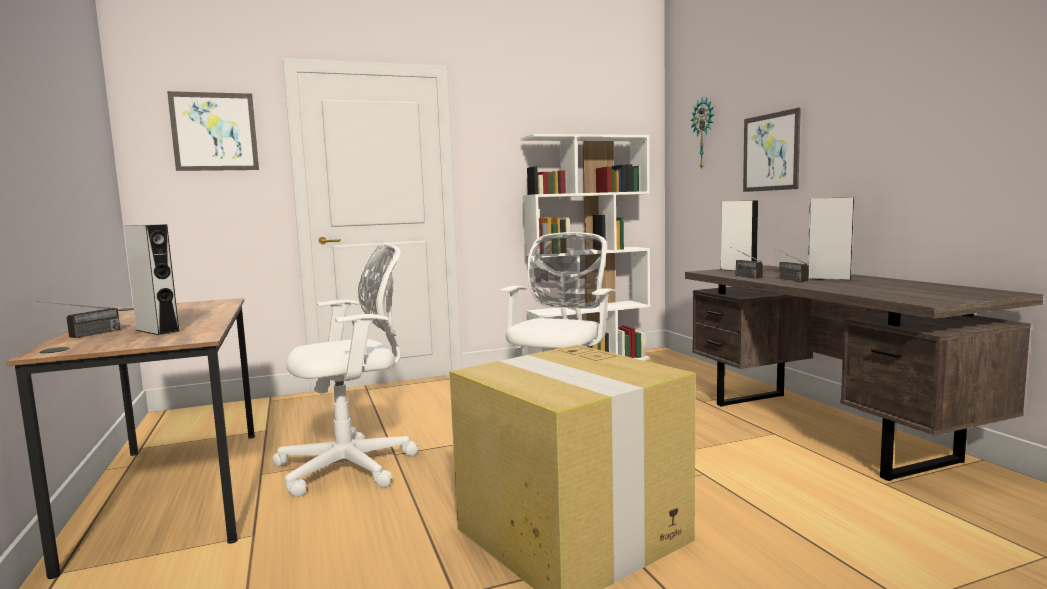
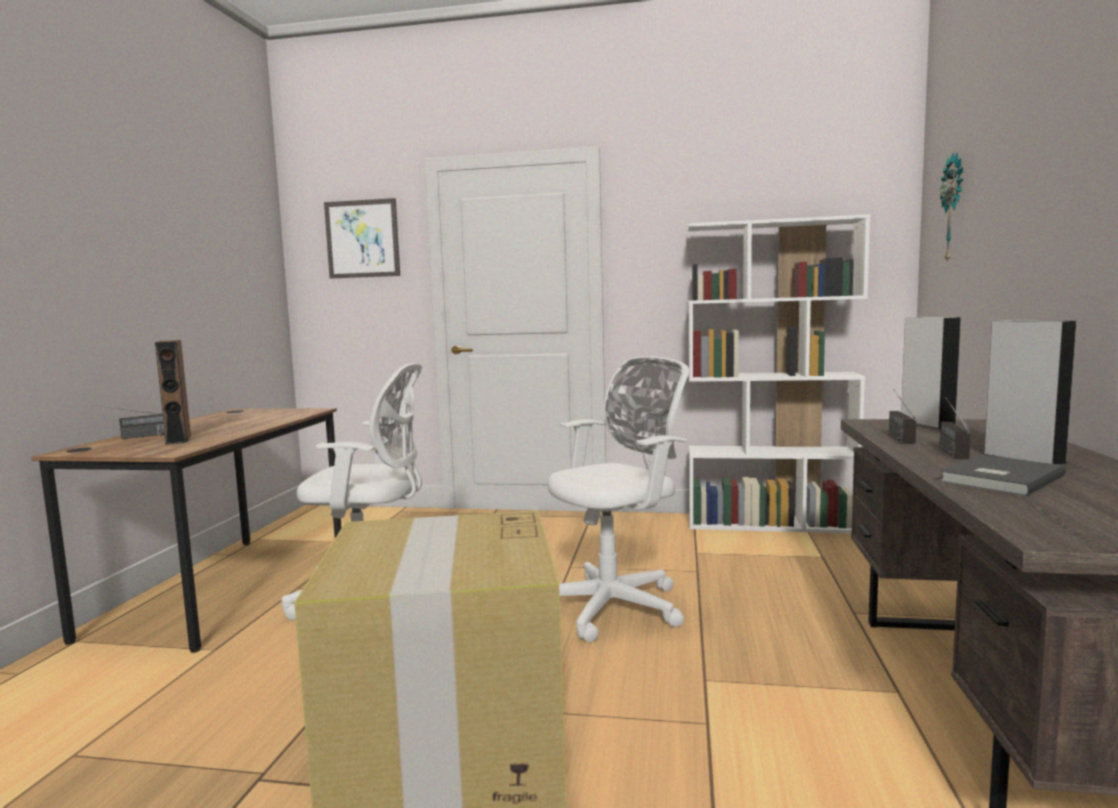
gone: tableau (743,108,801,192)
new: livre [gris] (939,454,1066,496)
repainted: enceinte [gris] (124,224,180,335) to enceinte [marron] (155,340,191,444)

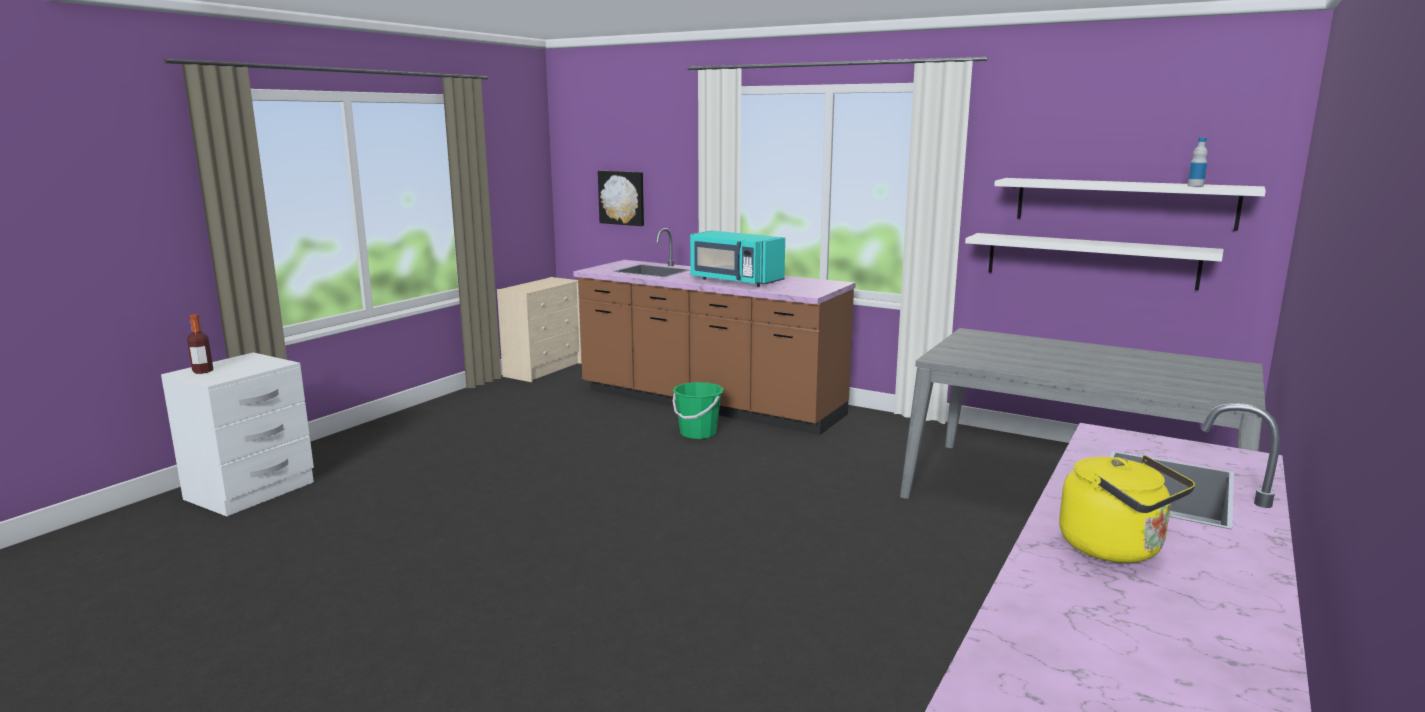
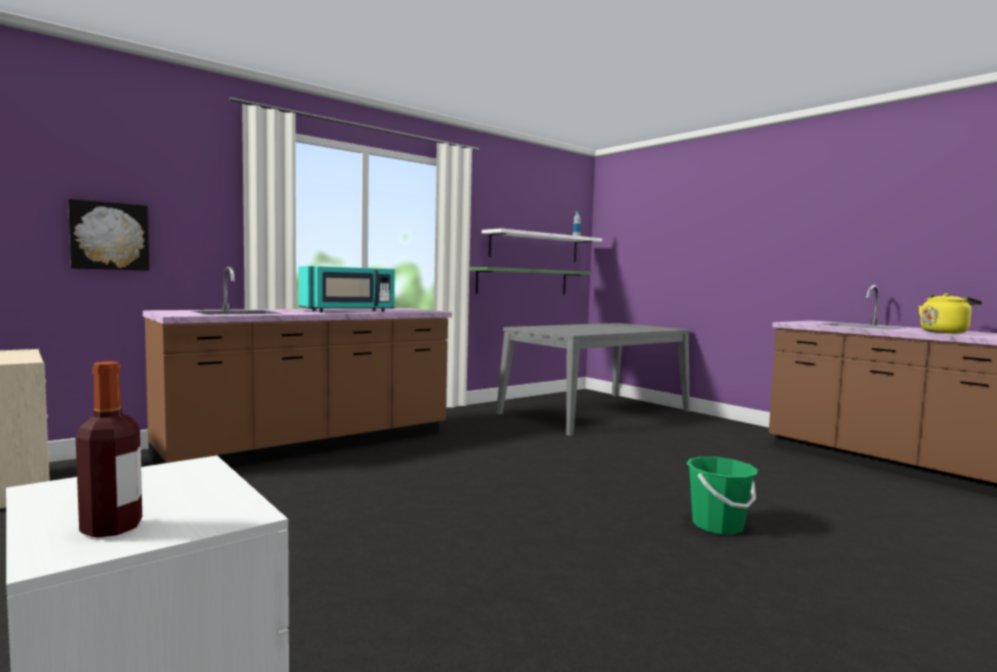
shifted: seau [vert] (673,382,724,439) to (686,457,758,535)
repainted: étagère [blanc] (965,233,1224,290) to étagère [vert] (469,267,591,294)

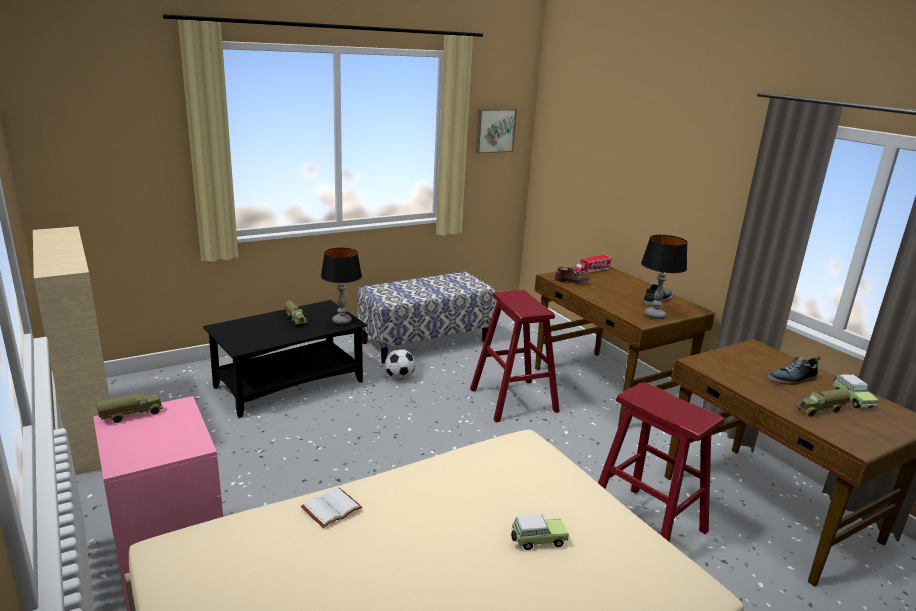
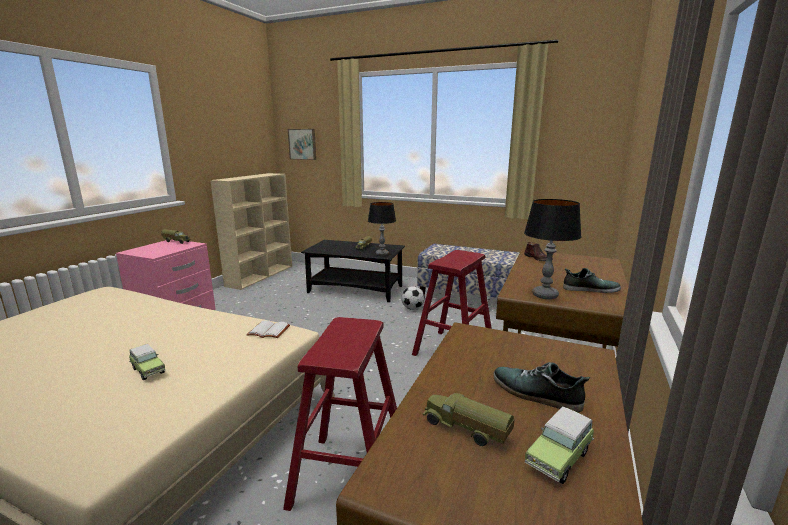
gone: camion jouet (572,255,611,275)
shifted: livre [blanc] (301,487,362,528) to (246,320,290,338); tableau (476,109,517,153) to (288,129,316,160)

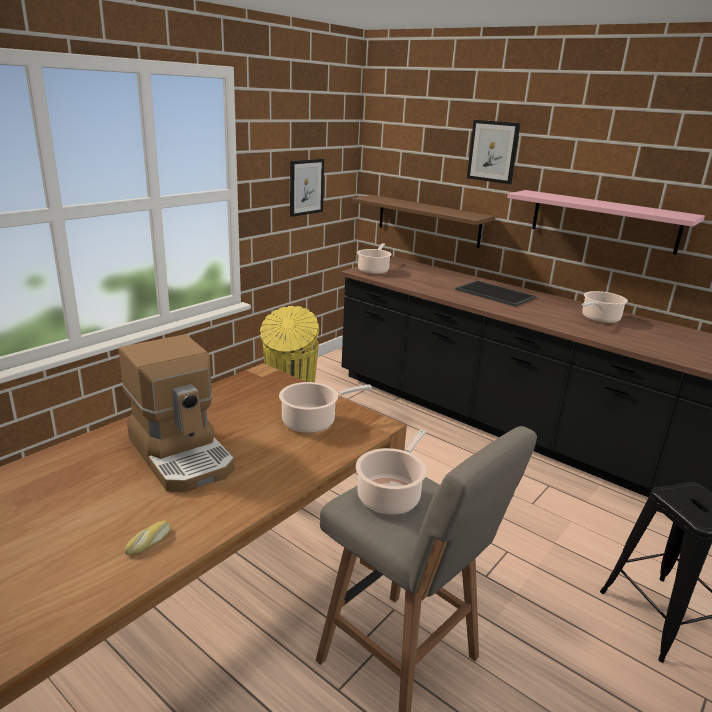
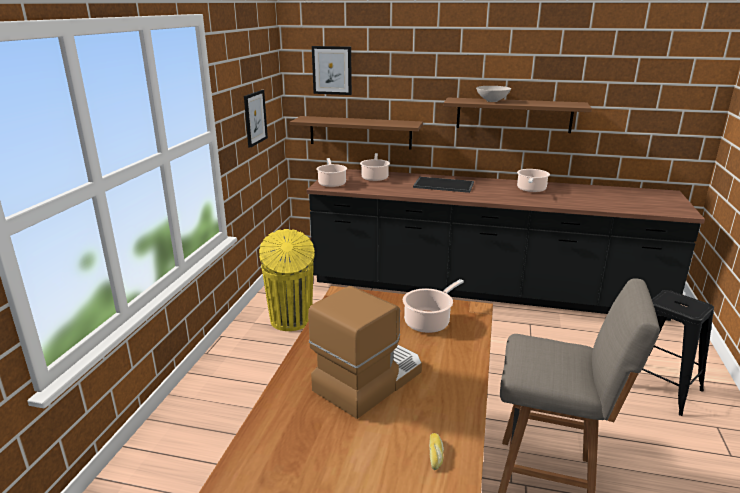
new: bol [blanc] (476,86,511,102)
shifted: marmite (356,429,427,515) to (360,153,390,181); tableau (467,120,520,184) to (312,46,352,95)
repainted: étagère [rose] (507,190,705,255) to étagère [marron] (444,97,592,133)
rotated: machine à café (119,334,235,492) = (308,286,422,419) 75 degrees counterclockwise

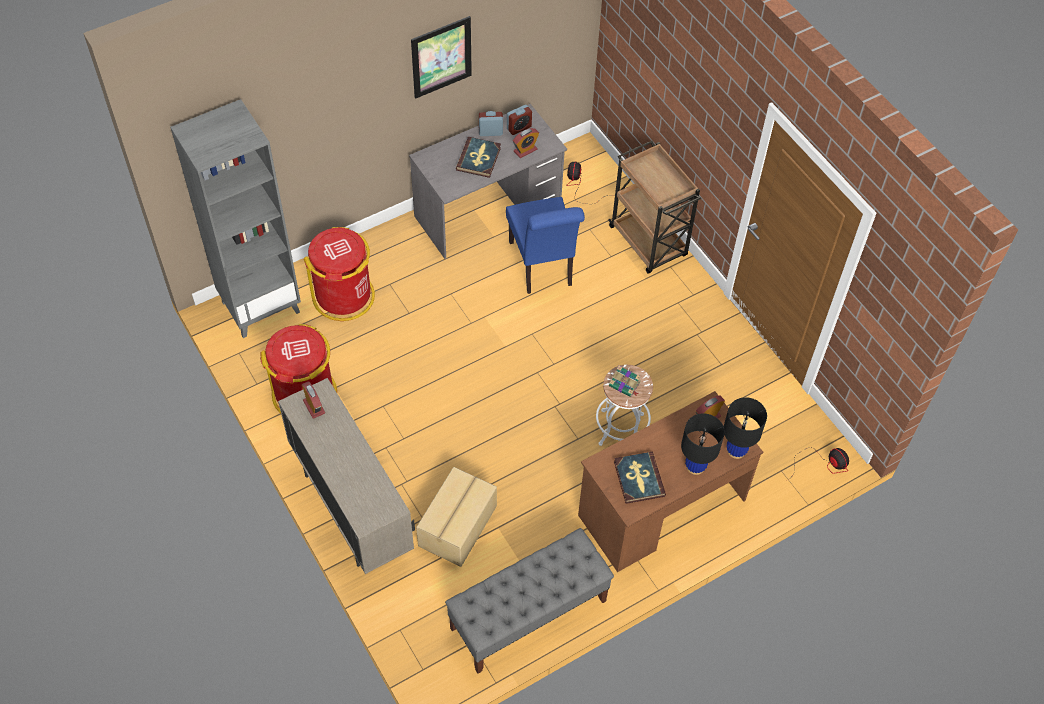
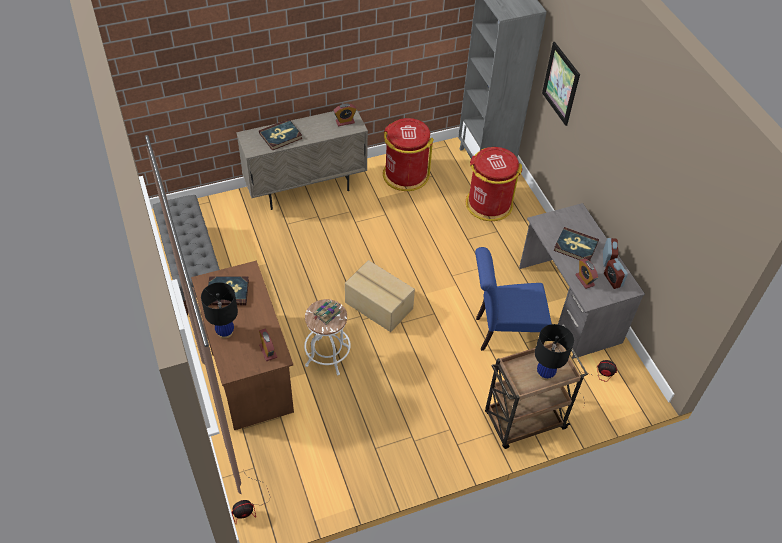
new: livre (259,119,302,151)
shifted: tableau (411,16,472,99) to (542,42,580,126); carton (416,467,497,567) to (345,260,415,332); lampe de table [noir] (724,397,767,459) to (535,324,574,380)

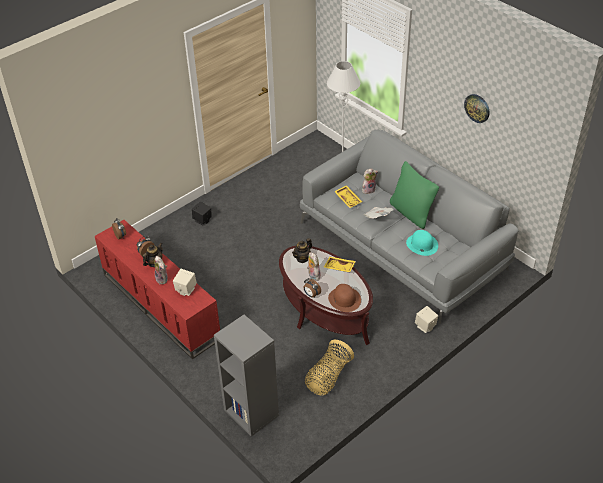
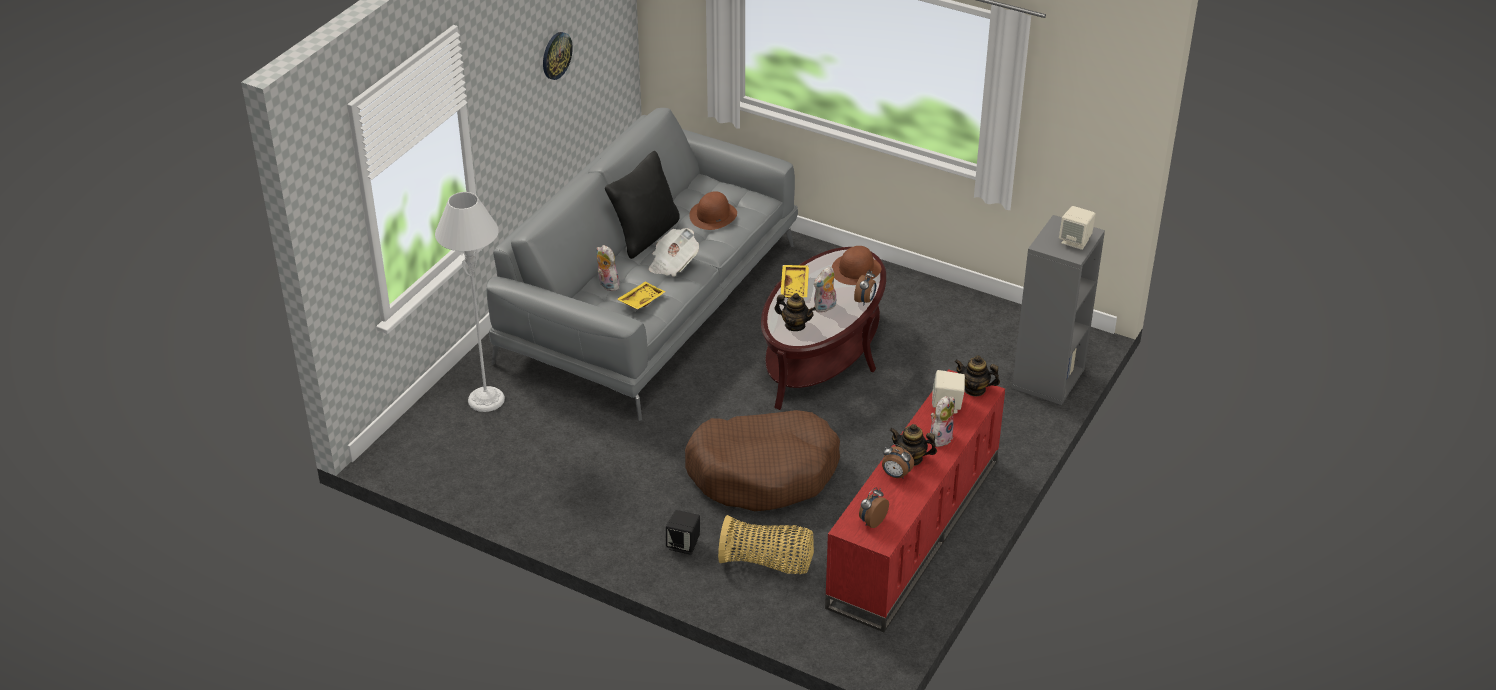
new: panier pour chien [marron] (685,410,840,511); théière (954,355,1000,396)
shifted: panier (305,340,354,396) to (718,515,814,574); enceinte [beige] (415,306,438,333) to (1059,206,1096,250)
repainted: coussin [vert] (390,161,439,229) to coussin [noir] (605,151,680,259); chapeau [turquoise] (406,230,438,256) to chapeau [marron] (689,191,737,230)

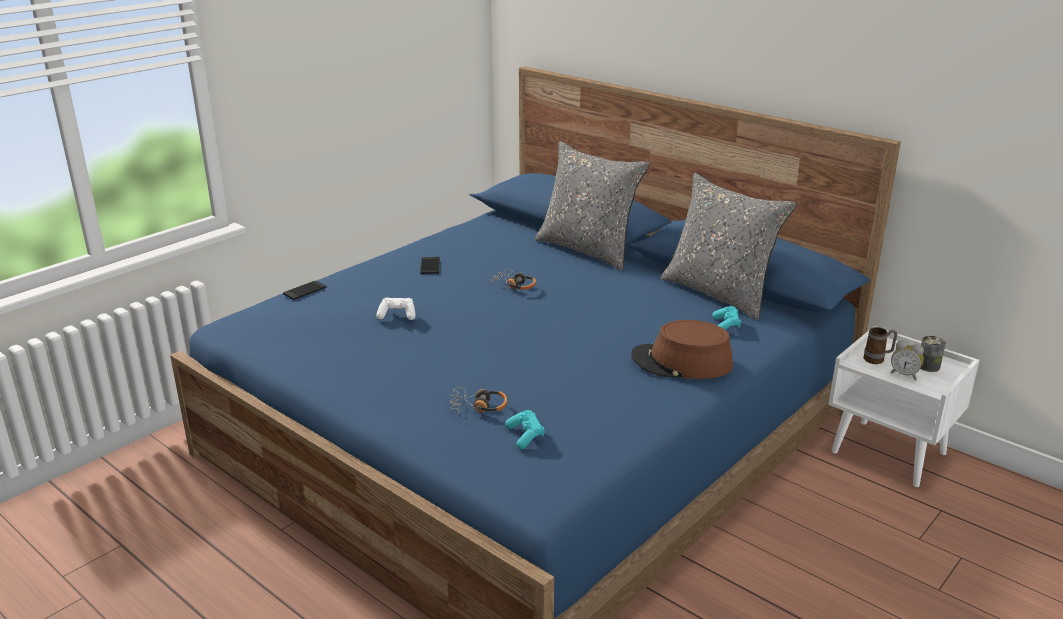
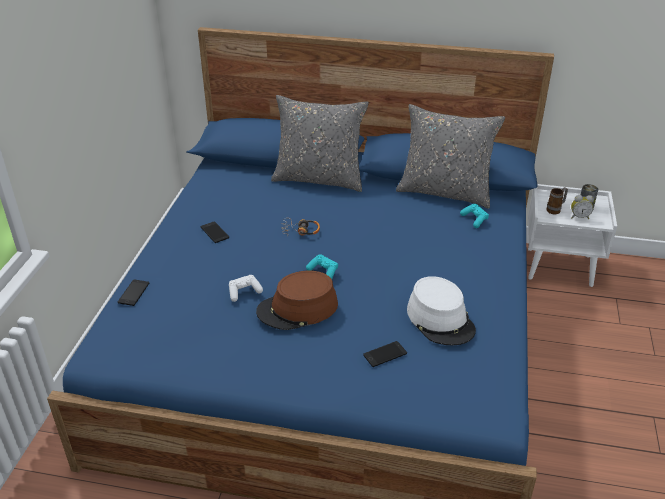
new: chapeau [blanc] (407,276,476,345)
shifted: manette [turquoise] (505,410,545,449) to (306,254,338,279); chapeau [marron] (631,320,733,379) to (256,271,338,330)
swapped: casque audio (450,387,507,414) to téléphone (363,341,407,367)

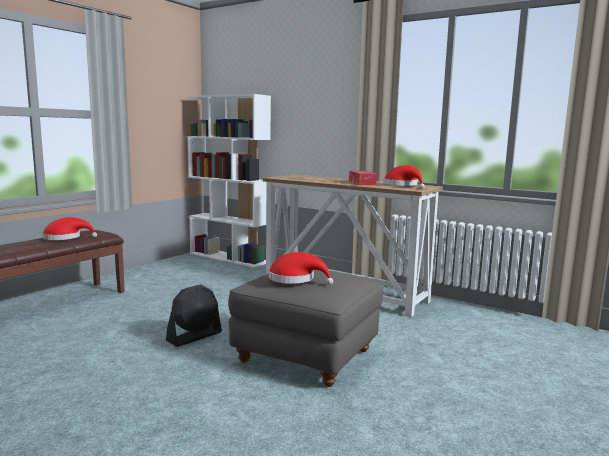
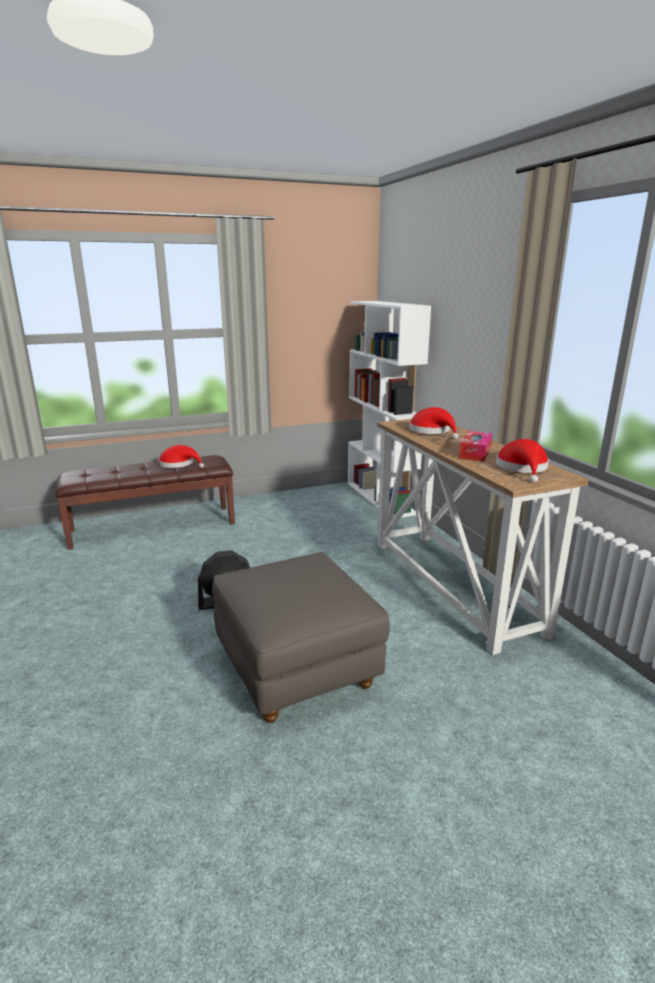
shifted: chapeau [rouge] (268,252,333,285) to (409,407,459,439)

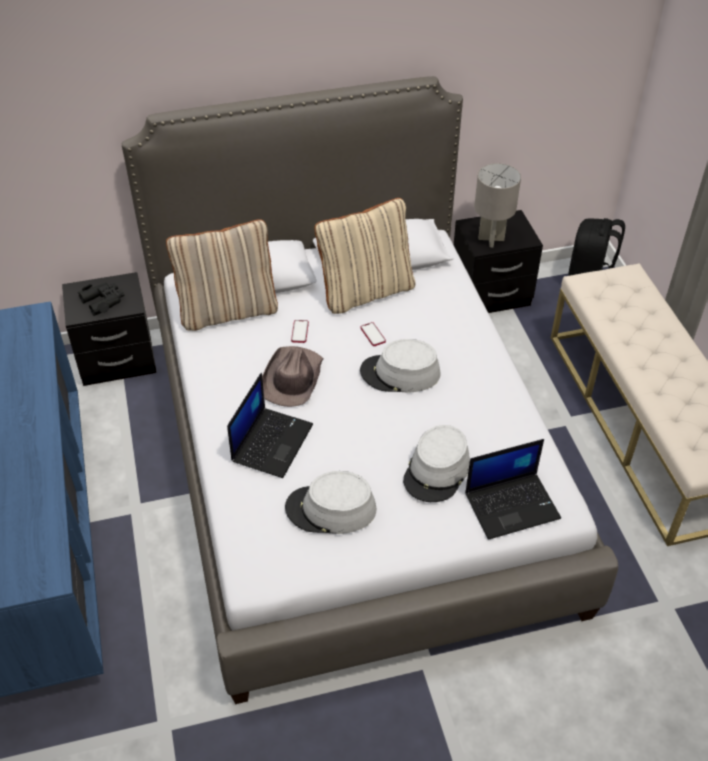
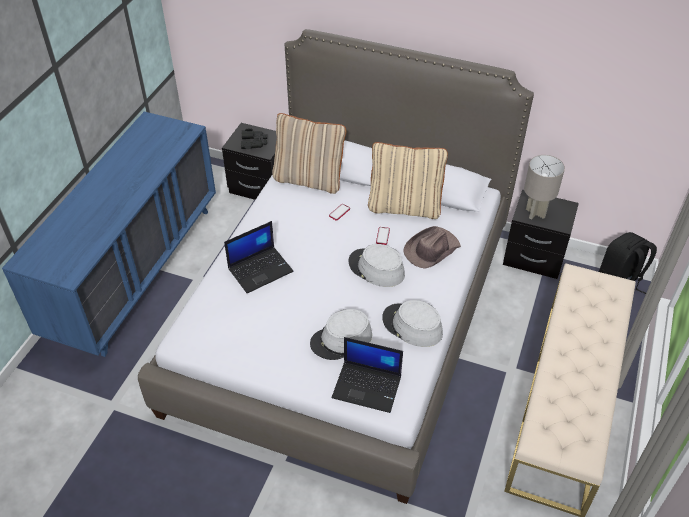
shifted: chapeau [marron] (262,346,323,407) to (403,226,461,269); chapeau [gris] (285,471,377,534) to (382,300,443,347)

